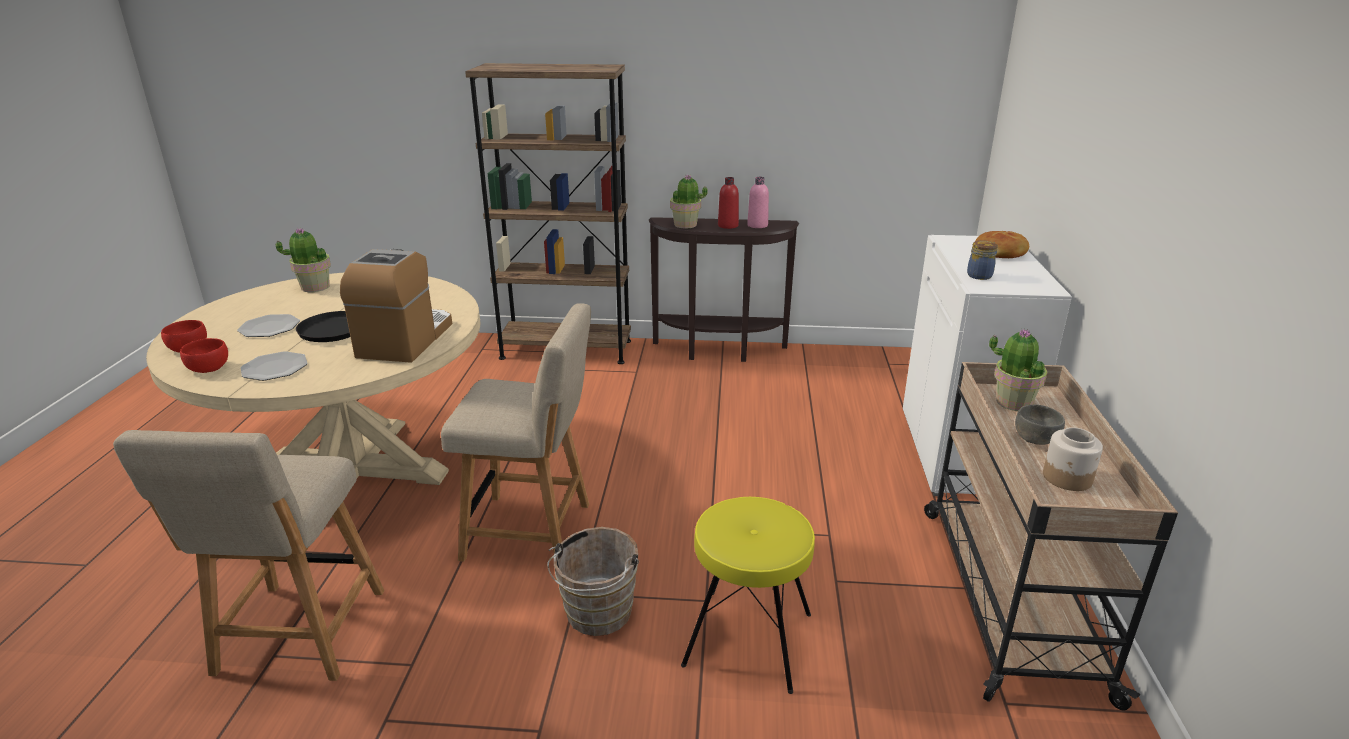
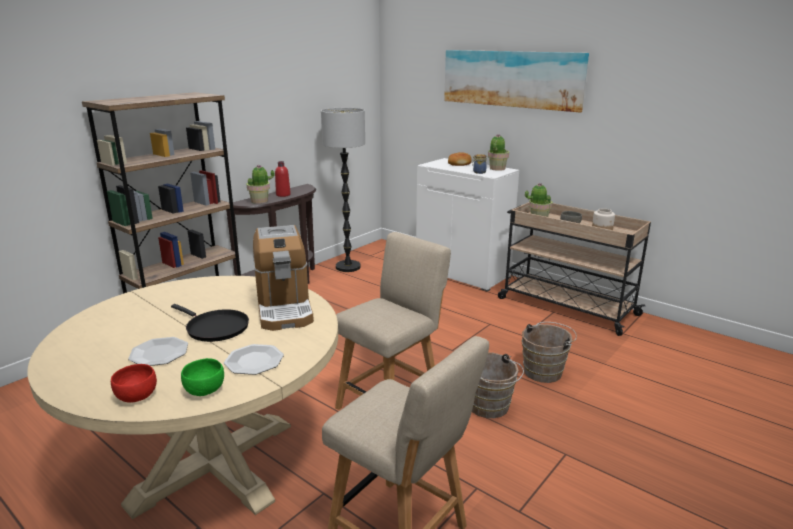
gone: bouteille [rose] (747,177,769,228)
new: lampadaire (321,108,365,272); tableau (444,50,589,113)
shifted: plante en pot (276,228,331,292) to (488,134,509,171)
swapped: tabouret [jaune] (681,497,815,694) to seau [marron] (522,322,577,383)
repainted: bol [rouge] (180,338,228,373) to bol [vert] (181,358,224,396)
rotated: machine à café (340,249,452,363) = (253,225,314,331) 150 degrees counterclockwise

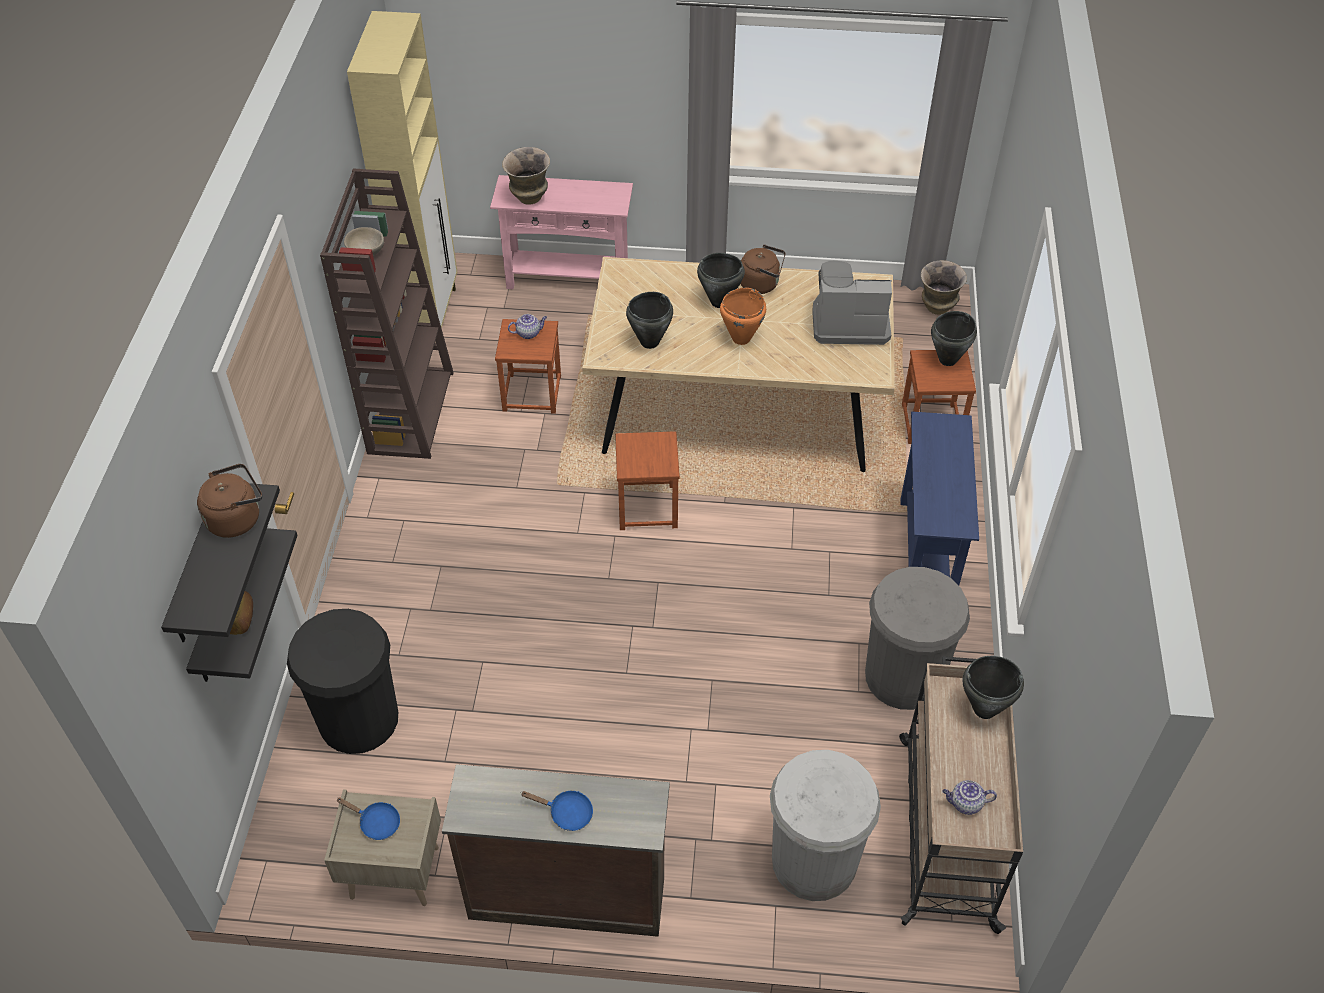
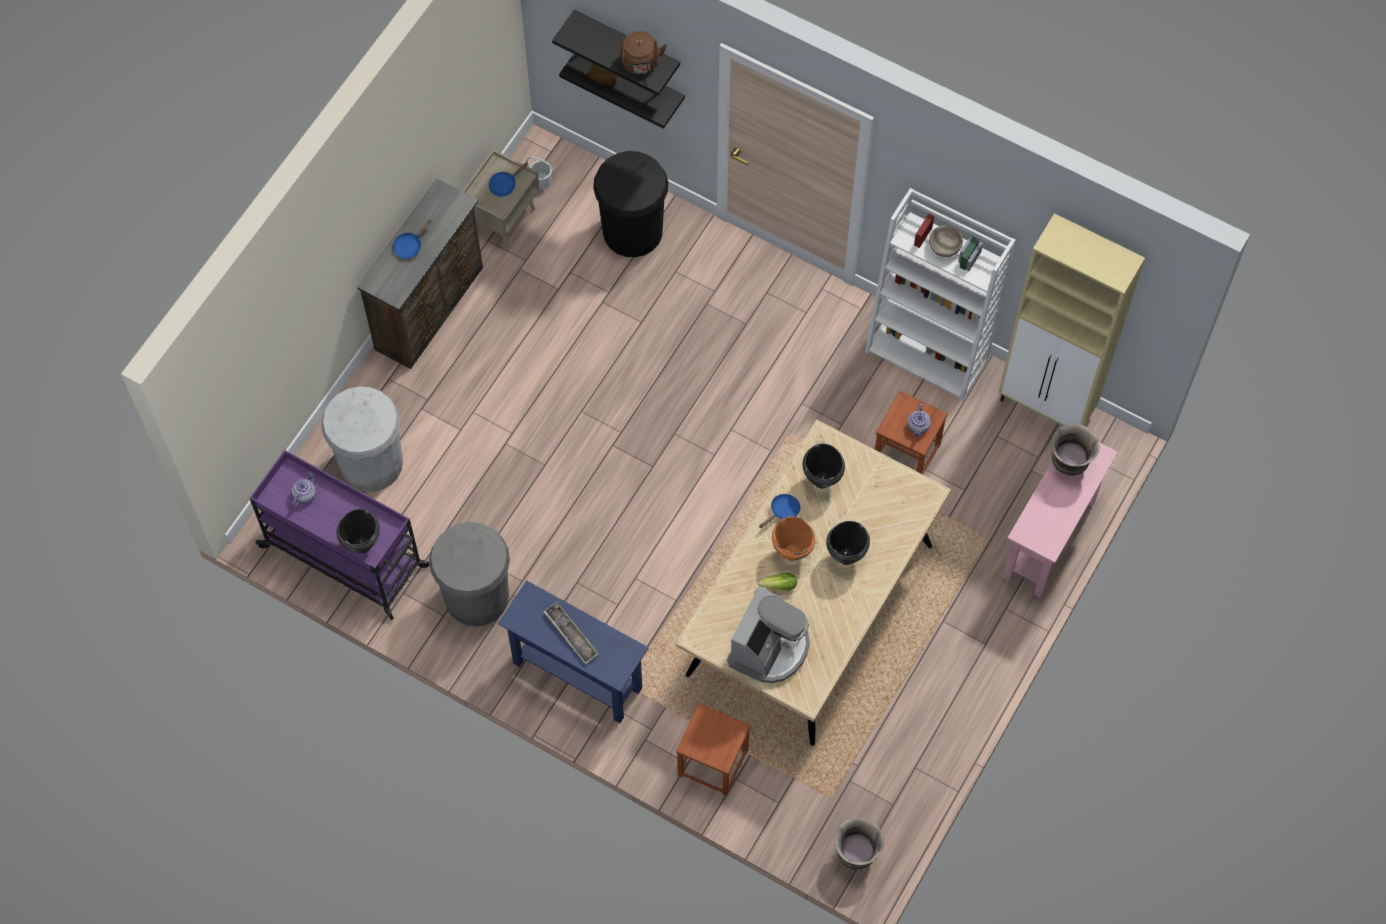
gone: tabouret [marron] (615,431,680,530); bouilloire [marron] (740,245,785,294); marmite [noir] (931,311,977,366)
new: seau [blanc] (526,157,554,190); plateau (543,602,599,664); laitue (758,573,797,591); poêle [bleu] (759,494,800,528)
repainted: bibliothèque [marron] (320,169,454,459) to bibliothèque [blanc] (865,188,1016,401); chariot [beige] (899,656,1023,934) to chariot [violet] (249,450,429,620)

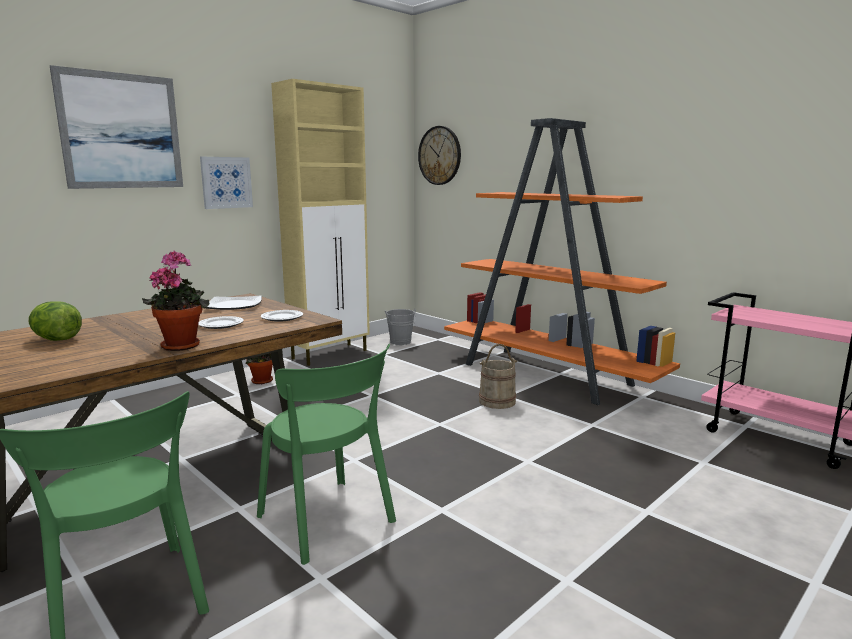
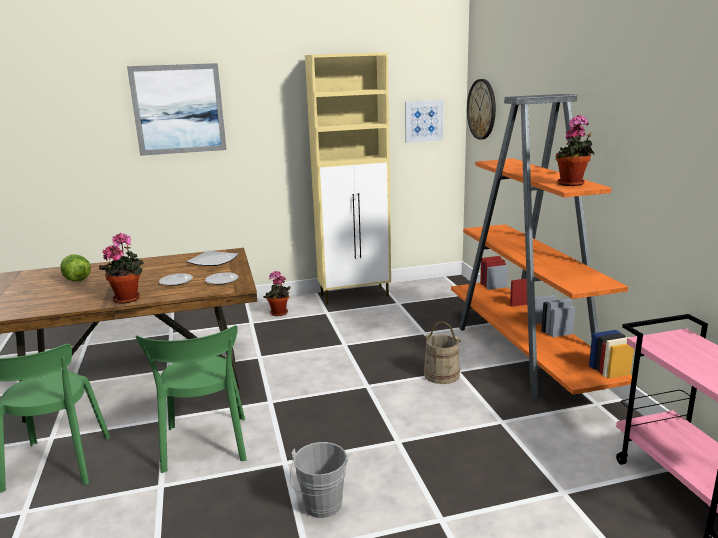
new: plante en pot (556,115,594,186)
shifted: tableau (200,157,253,209) to (405,100,444,143); seau [gris] (385,308,416,345) to (290,442,349,518)

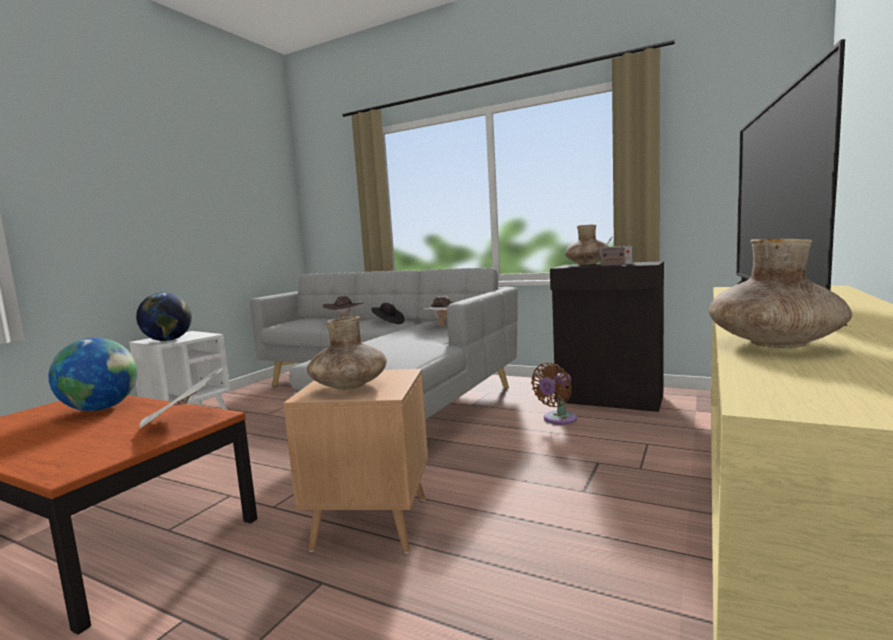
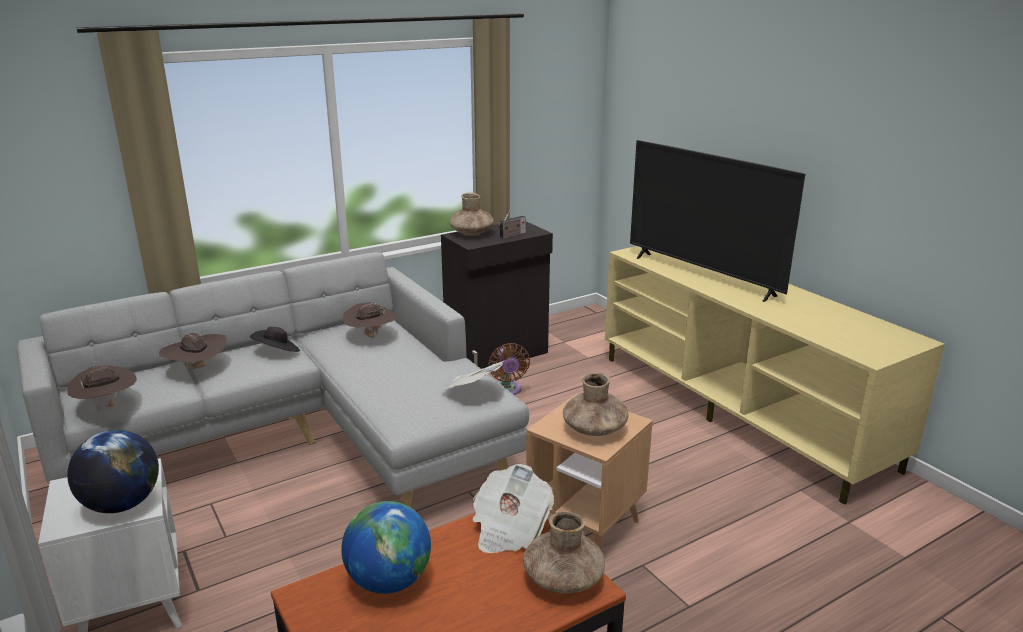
new: chapeau [marron] (67,366,137,411); journal (441,360,506,391)
shifted: vase [marron] (709,239,852,348) to (523,511,605,594)

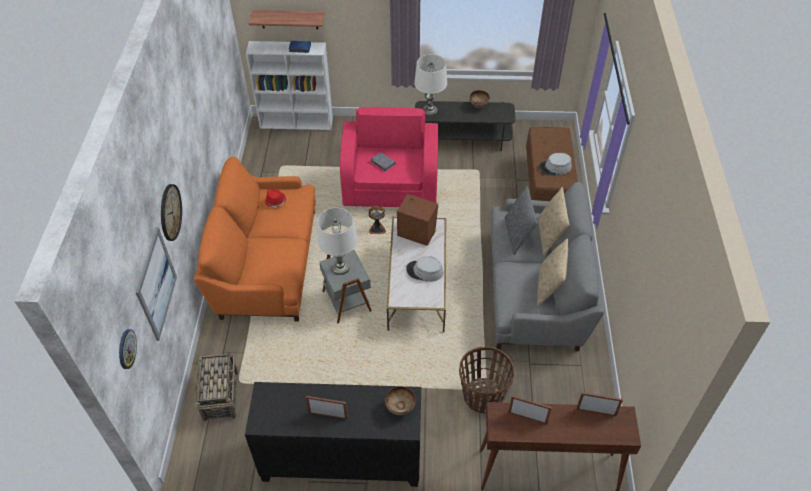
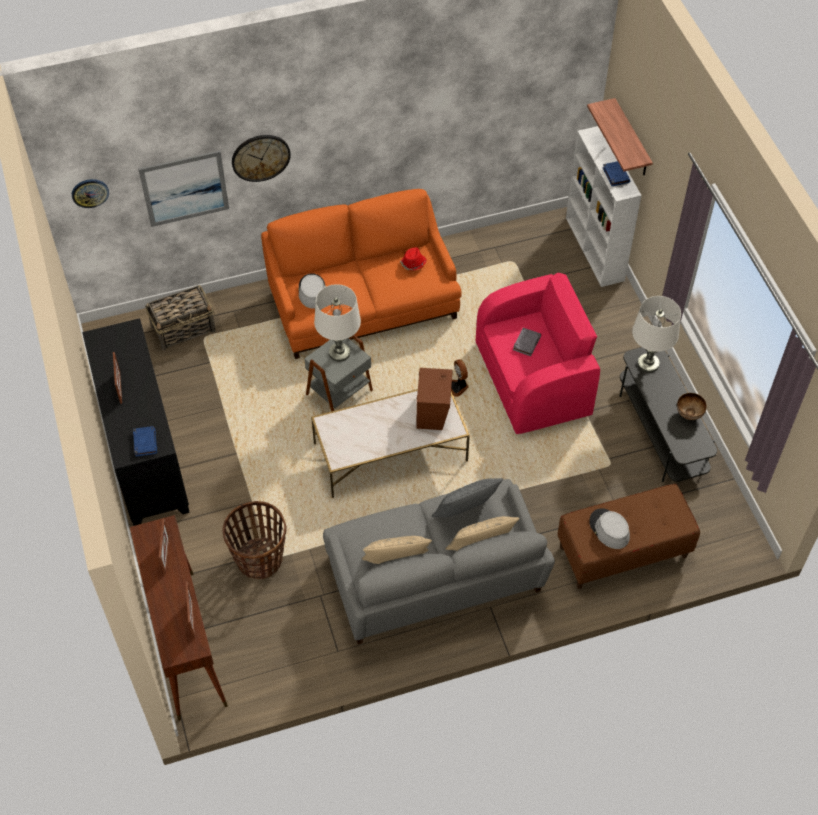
shifted: chapeau [gris] (406,256,443,282) to (298,273,326,309)
swapped: bol (385,386,416,416) to livre [bleu] (133,426,157,457)

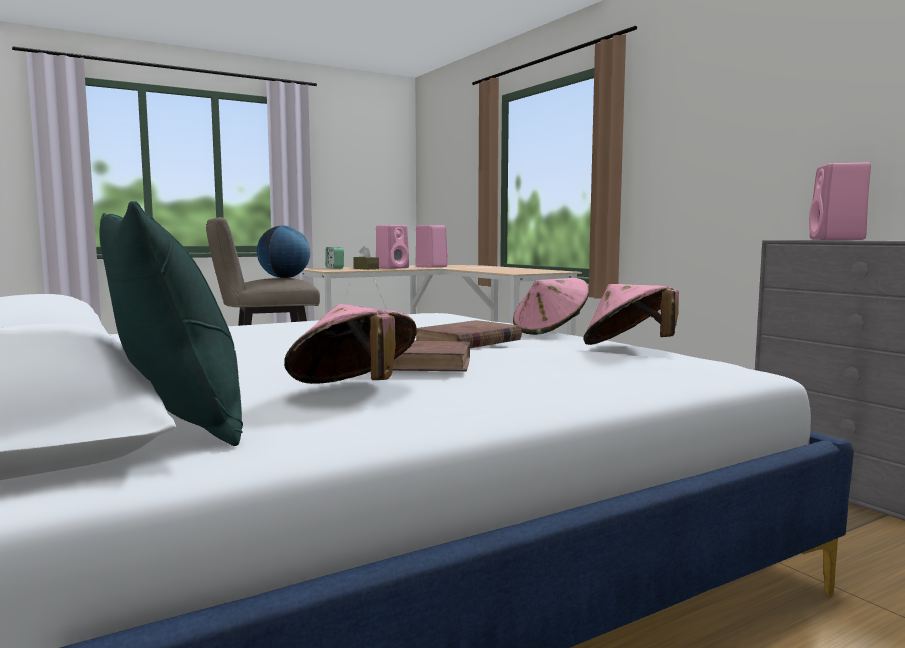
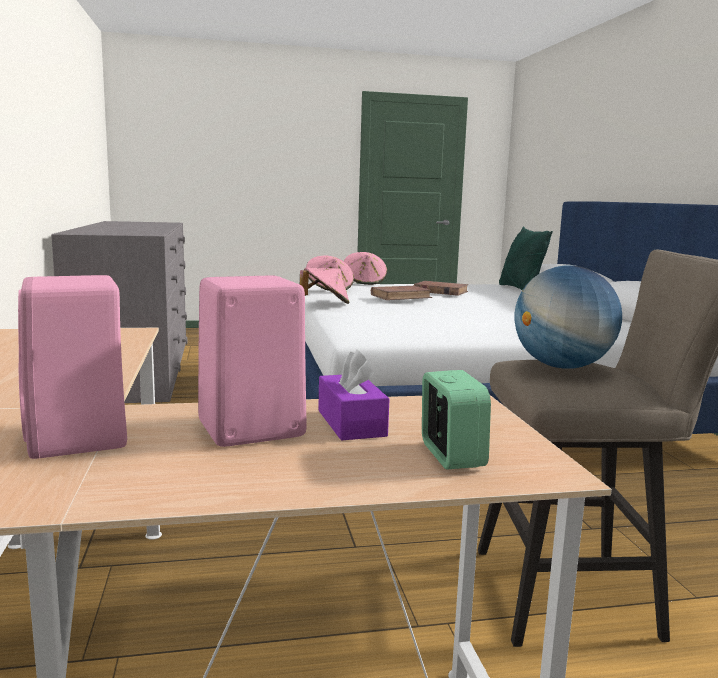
gone: enceinte [rose] (809,163,871,240)
shifted: chapeau [rose] (284,304,417,384) to (344,252,387,285)
repainted: boîte à mouchoirs [marron] (353,246,379,270) to boîte à mouchoirs [violet] (318,349,389,441)

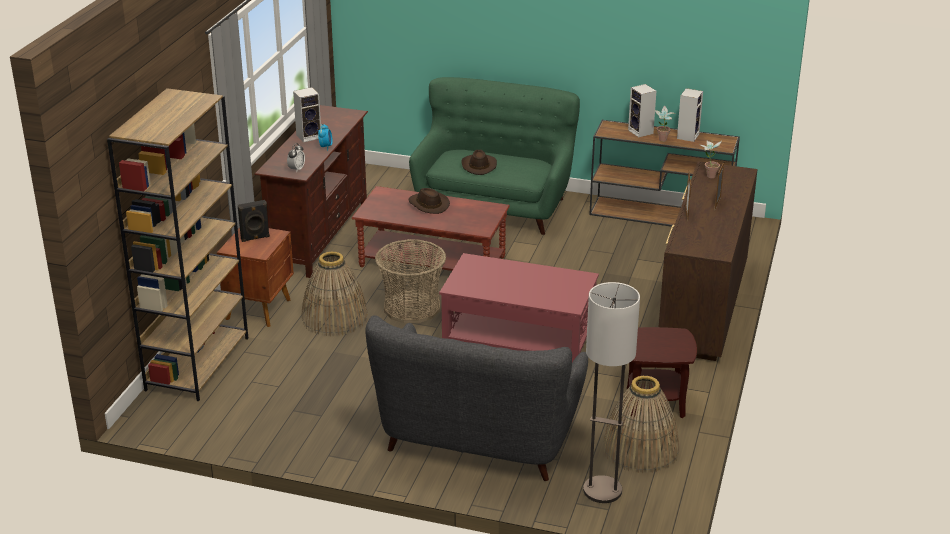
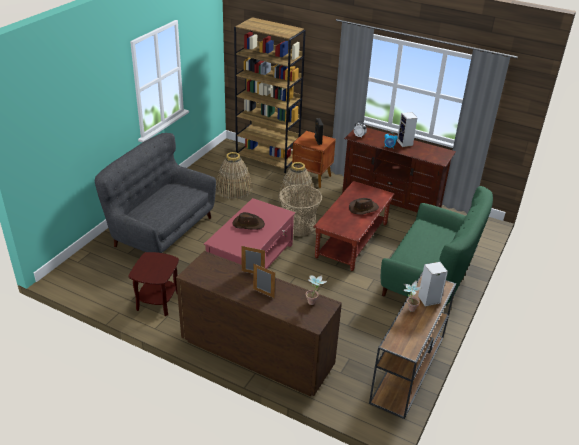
gone: lampadaire (583,282,640,503); enceinte (677,88,703,142)
shifted: chapeau [marron] (461,150,497,175) to (232,212,265,230); panier (603,375,679,473) to (216,152,252,199)

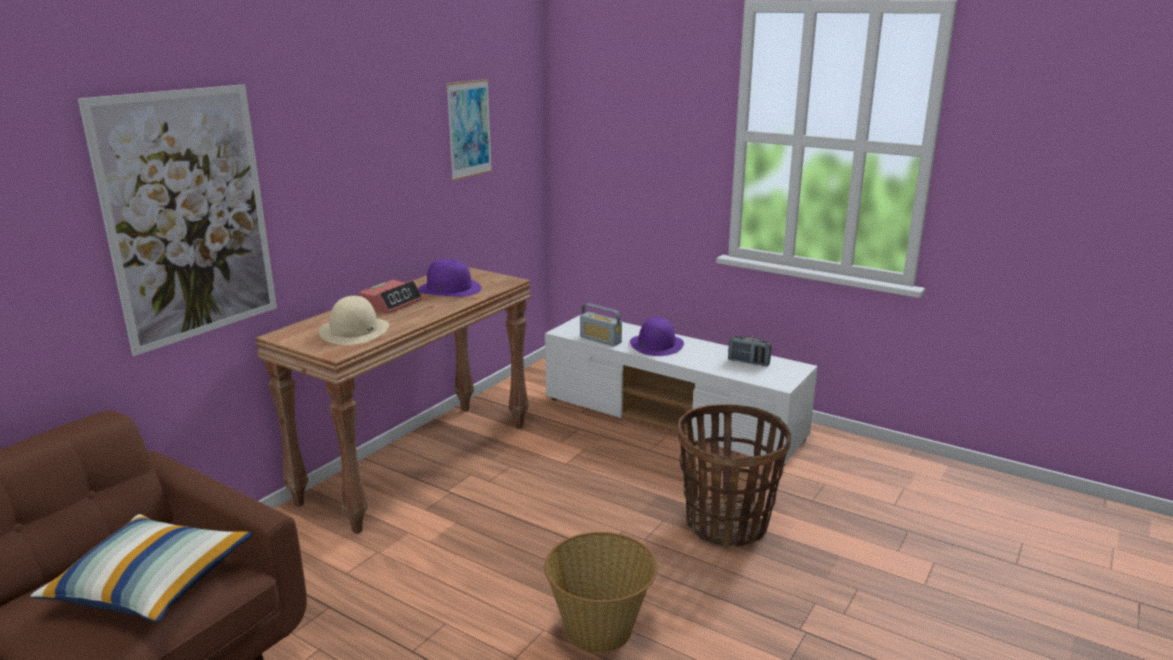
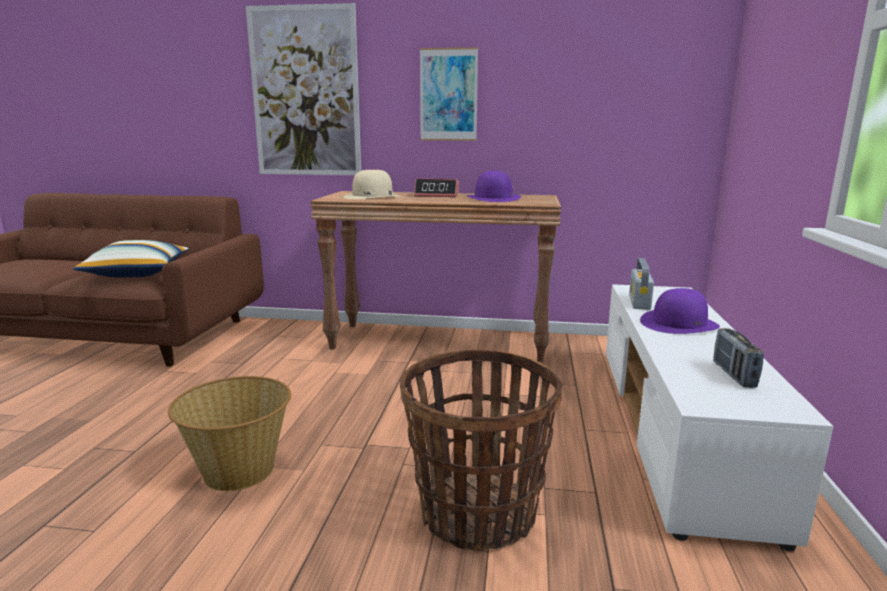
shifted: tableau (446,79,492,181) to (420,47,478,141)

